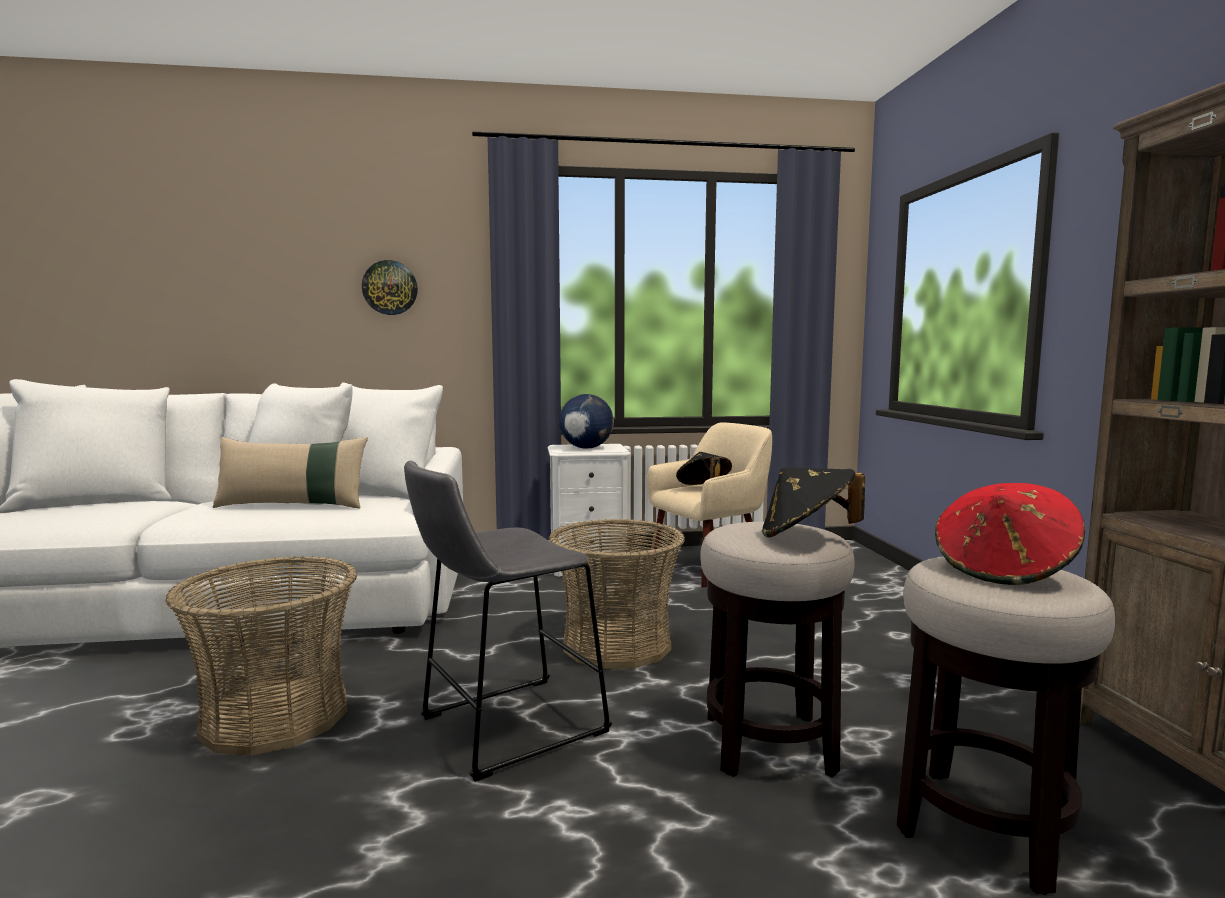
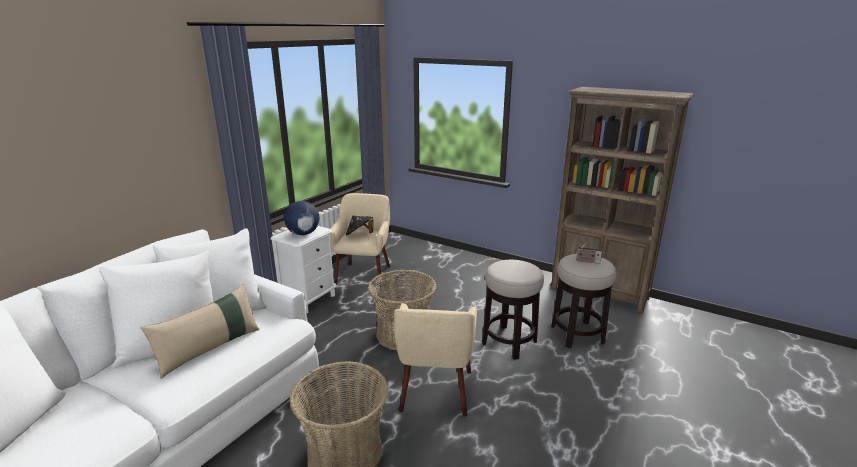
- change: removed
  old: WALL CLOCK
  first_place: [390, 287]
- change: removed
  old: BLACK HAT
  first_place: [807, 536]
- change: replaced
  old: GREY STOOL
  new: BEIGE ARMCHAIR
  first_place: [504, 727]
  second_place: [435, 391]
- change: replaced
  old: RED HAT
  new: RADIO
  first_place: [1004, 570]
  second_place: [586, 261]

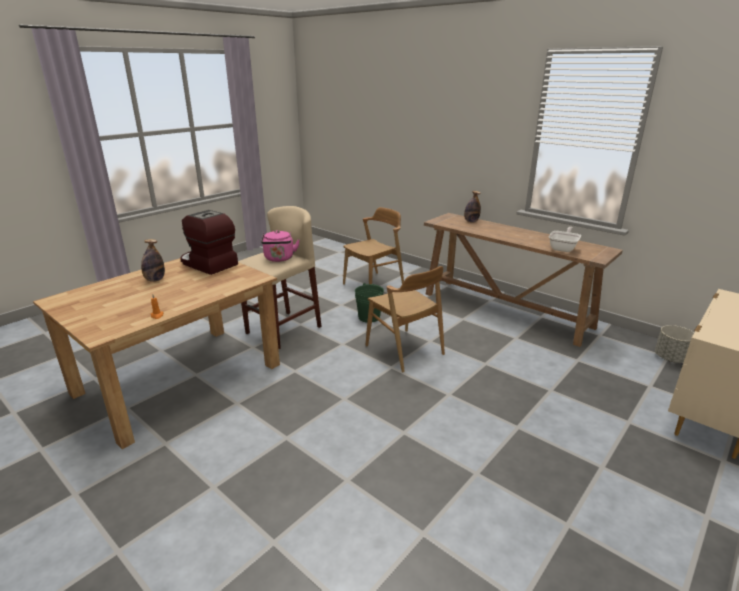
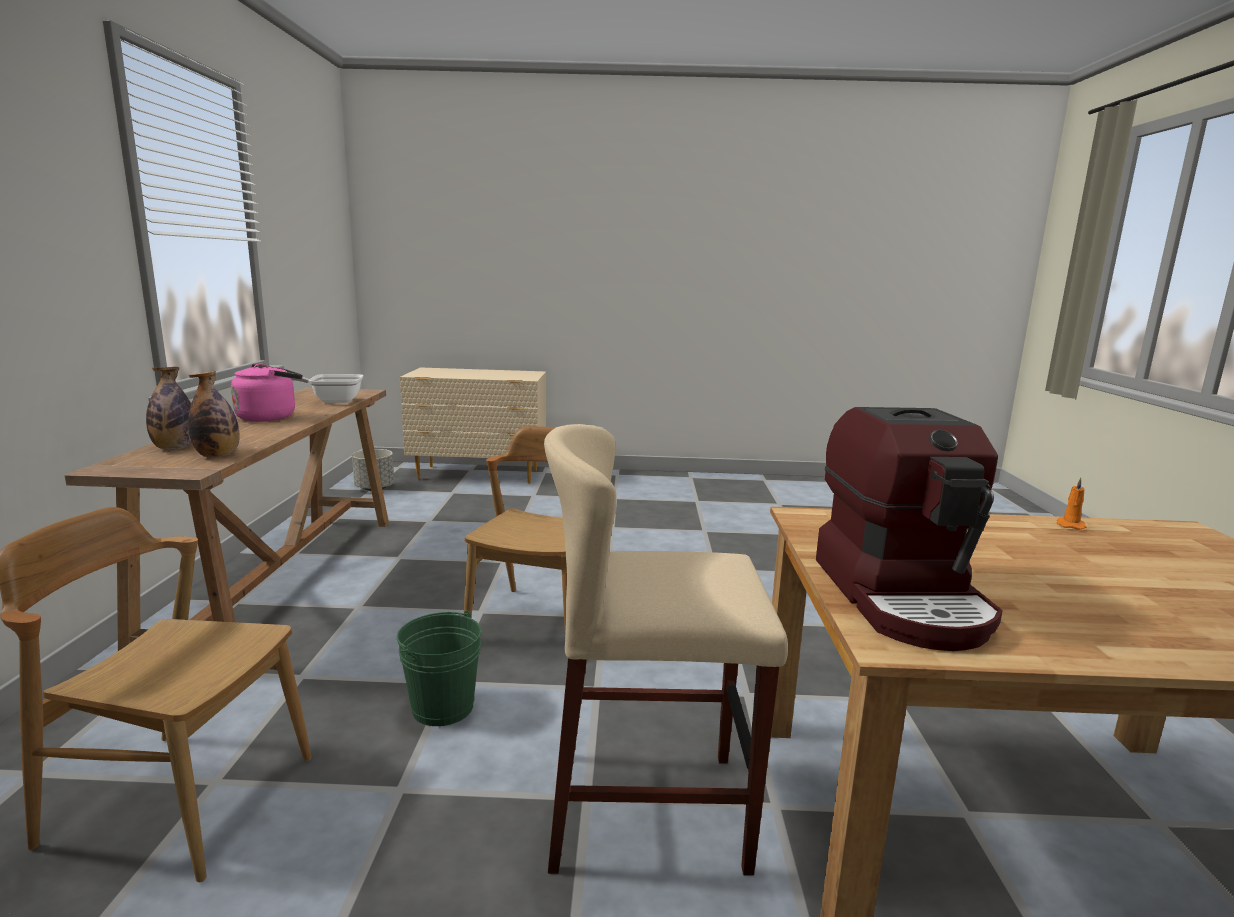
- change: moved
  old: BOTTLE
  first_place: [155, 280]
  second_place: [218, 456]
- change: moved
  old: PINK KETTLE
  first_place: [279, 259]
  second_place: [270, 417]

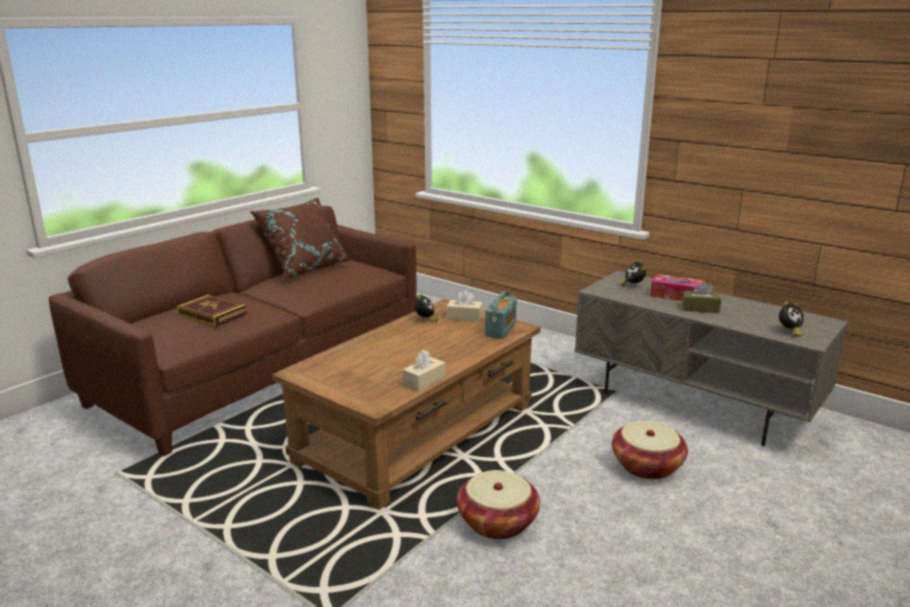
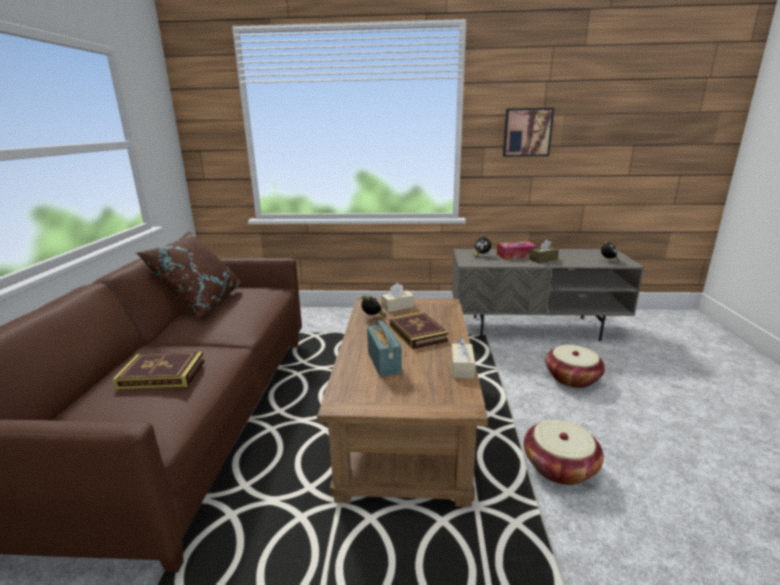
- change: added
  new: BOOK
  second_place: [417, 333]
- change: added
  new: PICTURE
  second_place: [527, 132]
- change: moved
  old: RADIO
  first_place: [501, 329]
  second_place: [384, 363]

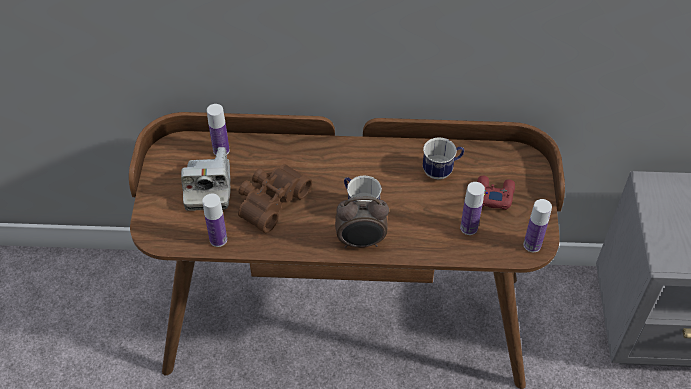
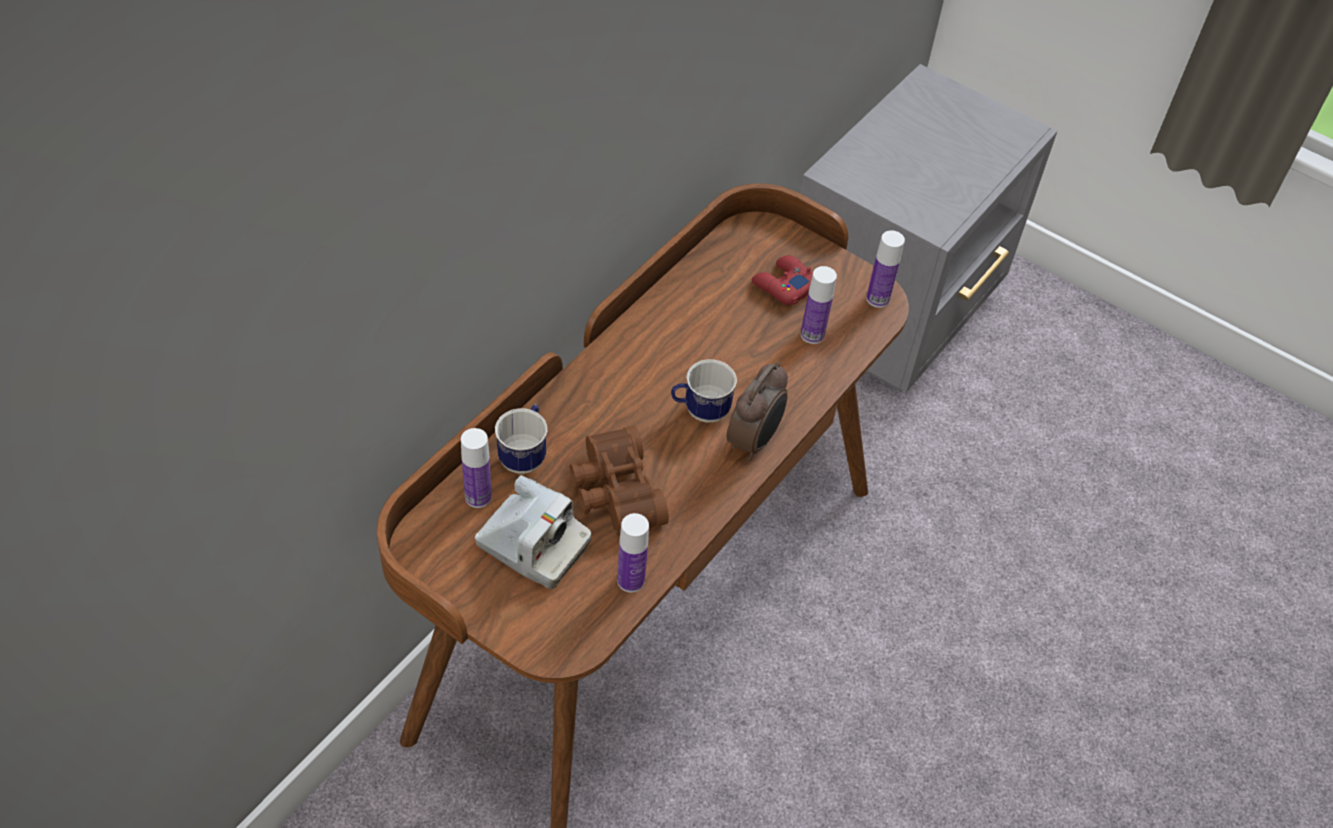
- change: moved
  old: MUG
  first_place: [441, 170]
  second_place: [525, 455]

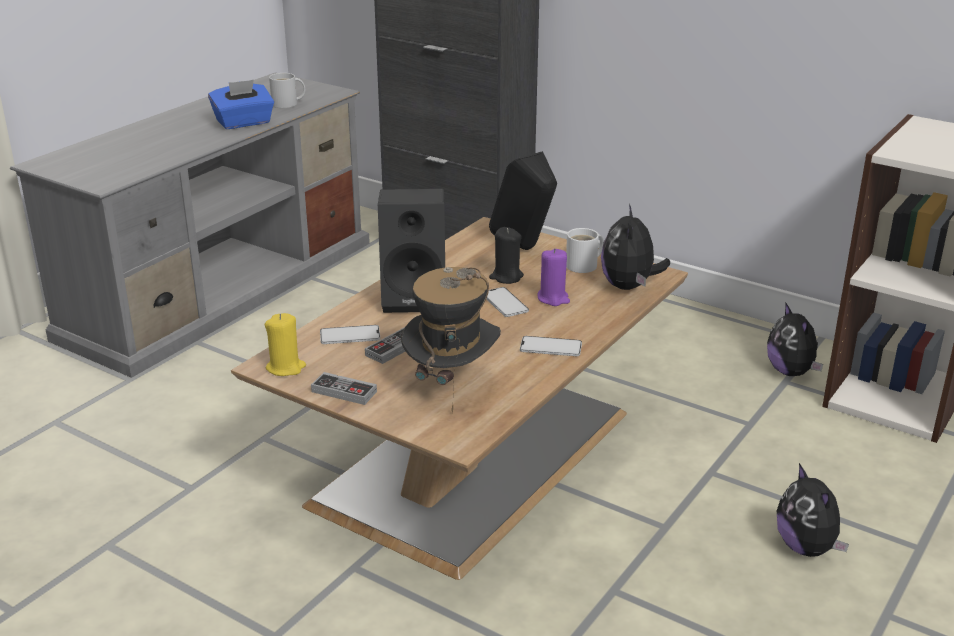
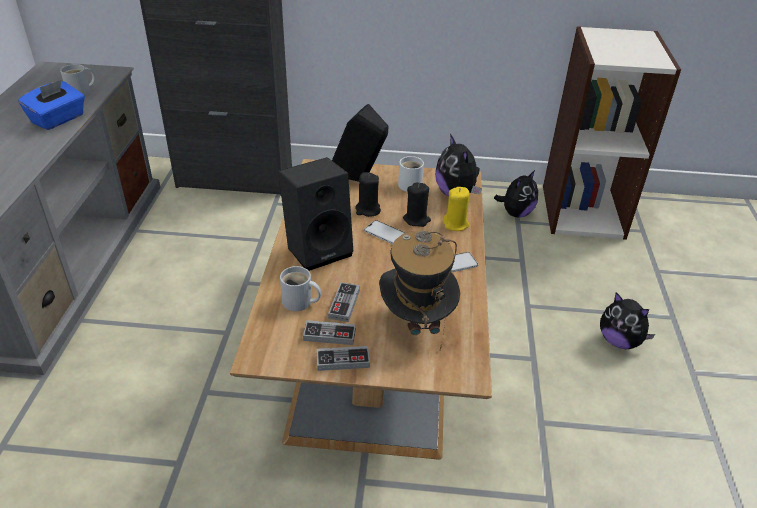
- change: added
  new: GAME CONTROLLER
  second_place: [329, 335]
- change: moved
  old: YELLOW CANDLE
  first_place: [286, 368]
  second_place: [456, 224]
- change: replaced
  old: PHONE
  new: WHITE MUG
  first_place: [350, 335]
  second_place: [299, 302]
- change: recoloured
  old: PURPLE CANDLE
  new: BLACK CANDLE
  first_place: [553, 298]
  second_place: [416, 220]
- change: turned
  old: PLUSH TOY
  first_place: [791, 372]
  second_place: [516, 213]
  degrees: -90

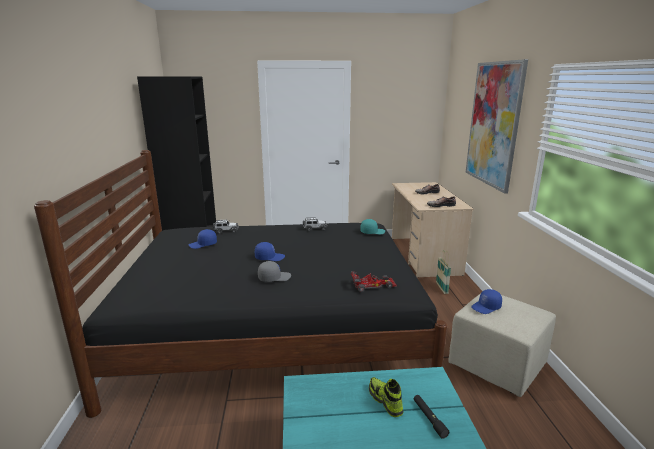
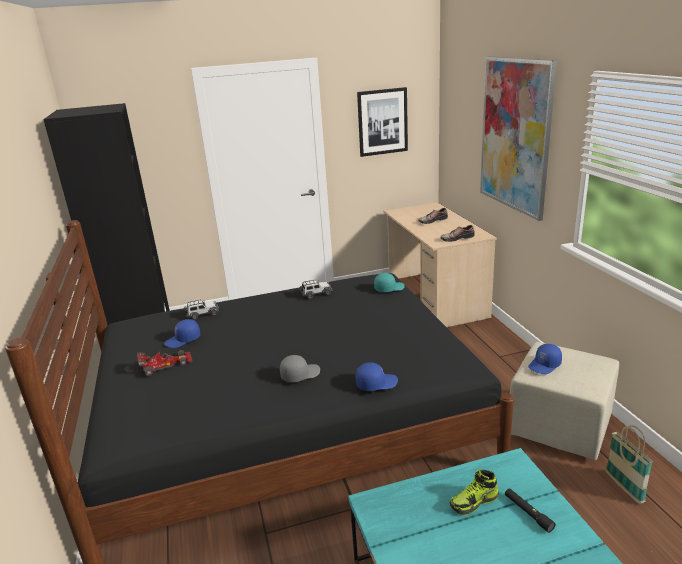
- change: added
  new: PICTURE
  second_place: [382, 122]
- change: moved
  old: BLUE CAP
  first_place: [269, 257]
  second_place: [376, 383]
- change: moved
  old: TOY CAR
  first_place: [373, 285]
  second_place: [166, 364]
- change: moved
  old: BASKET
  first_place: [441, 288]
  second_place: [624, 487]
- change: turned
  old: SHOE
  first_place: [385, 401]
  second_place: [474, 502]
  degrees: -75

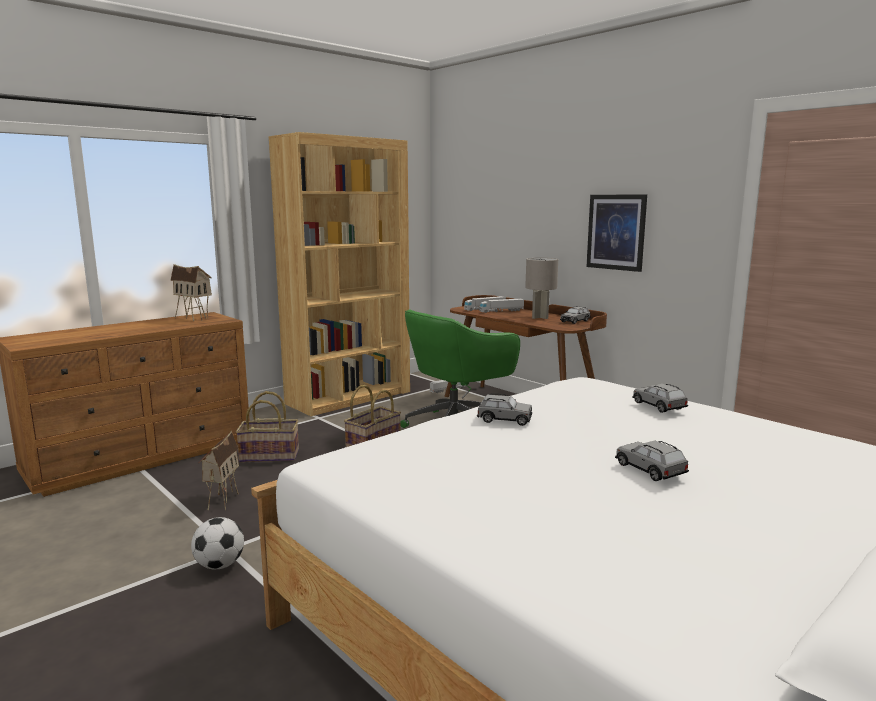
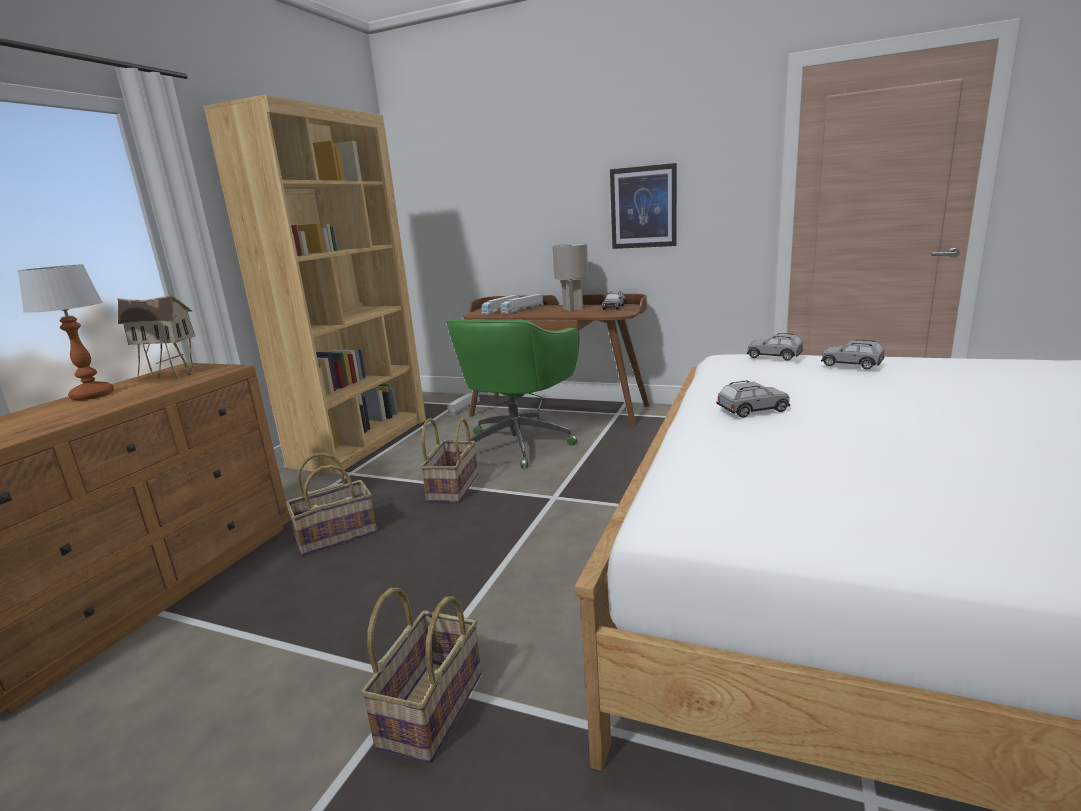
- change: removed
  old: TOY HOUSE
  first_place: [221, 500]
- change: added
  new: TABLE LAMP
  second_place: [92, 396]
- change: moved
  old: GREY TOY CAR
  first_place: [650, 470]
  second_place: [774, 356]
- change: replaced
  old: FOOTBALL
  new: BASKET
  first_place: [220, 565]
  second_place: [430, 708]

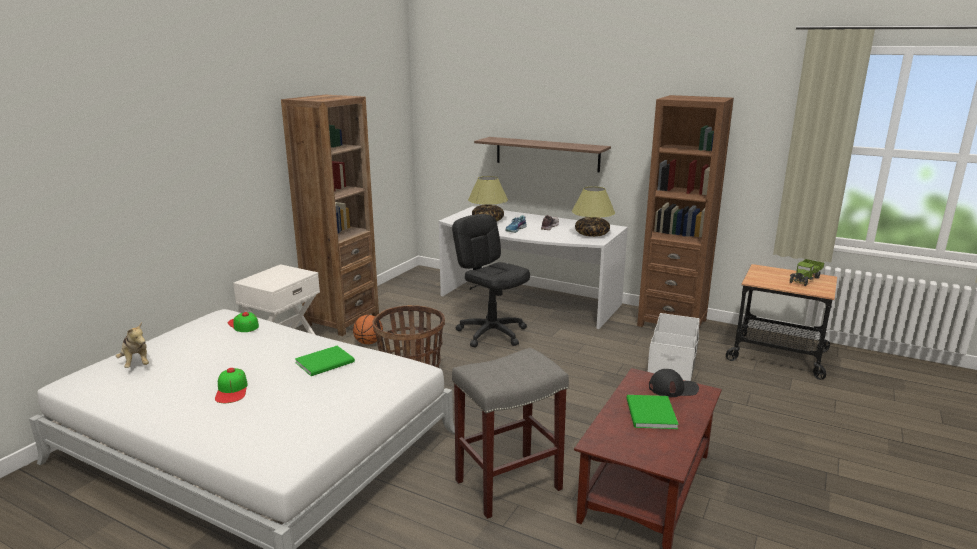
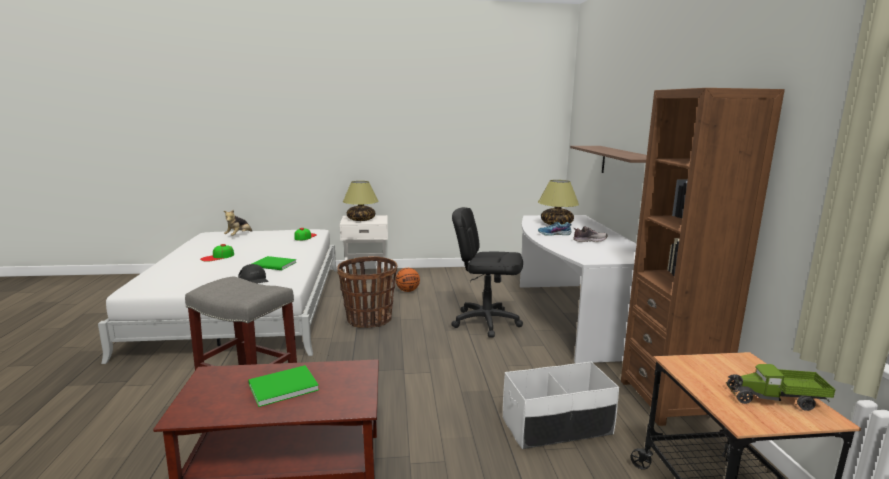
- change: removed
  old: BROWN BOOKCASE
  first_place: [342, 320]
- change: moved
  old: TABLE LAMP
  first_place: [591, 234]
  second_place: [361, 219]
- change: moved
  old: BLACK CAP
  first_place: [673, 388]
  second_place: [254, 280]
- change: turned
  old: BLACK OFFICE CHAIR
  first_place: [492, 333]
  second_place: [486, 322]
  degrees: -90

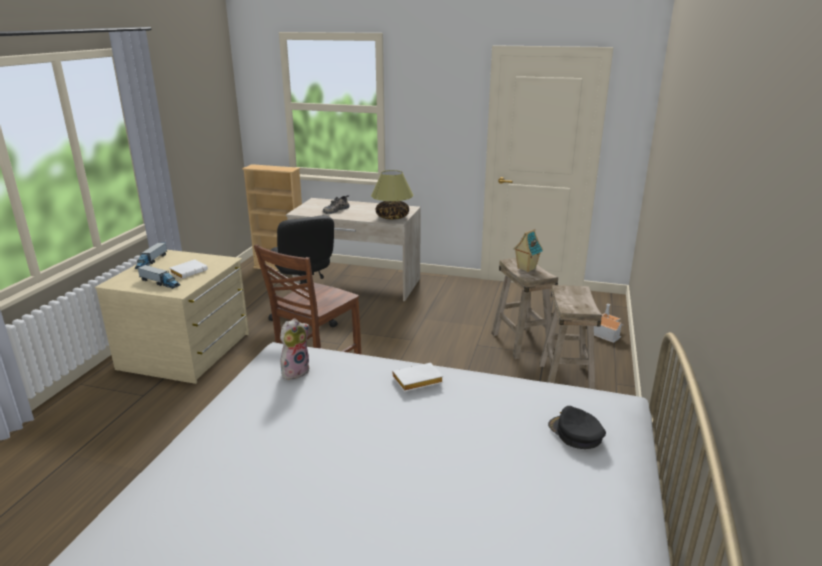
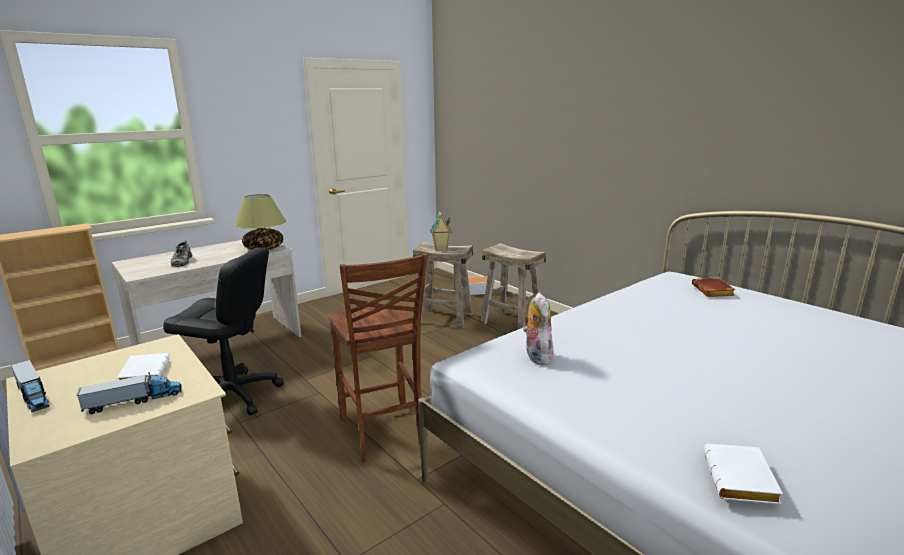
- change: moved
  old: WHITE BOOK
  first_place: [417, 382]
  second_place: [742, 481]
- change: replaced
  old: BLACK CAP
  new: BROWN BOOK
  first_place: [575, 433]
  second_place: [714, 291]

